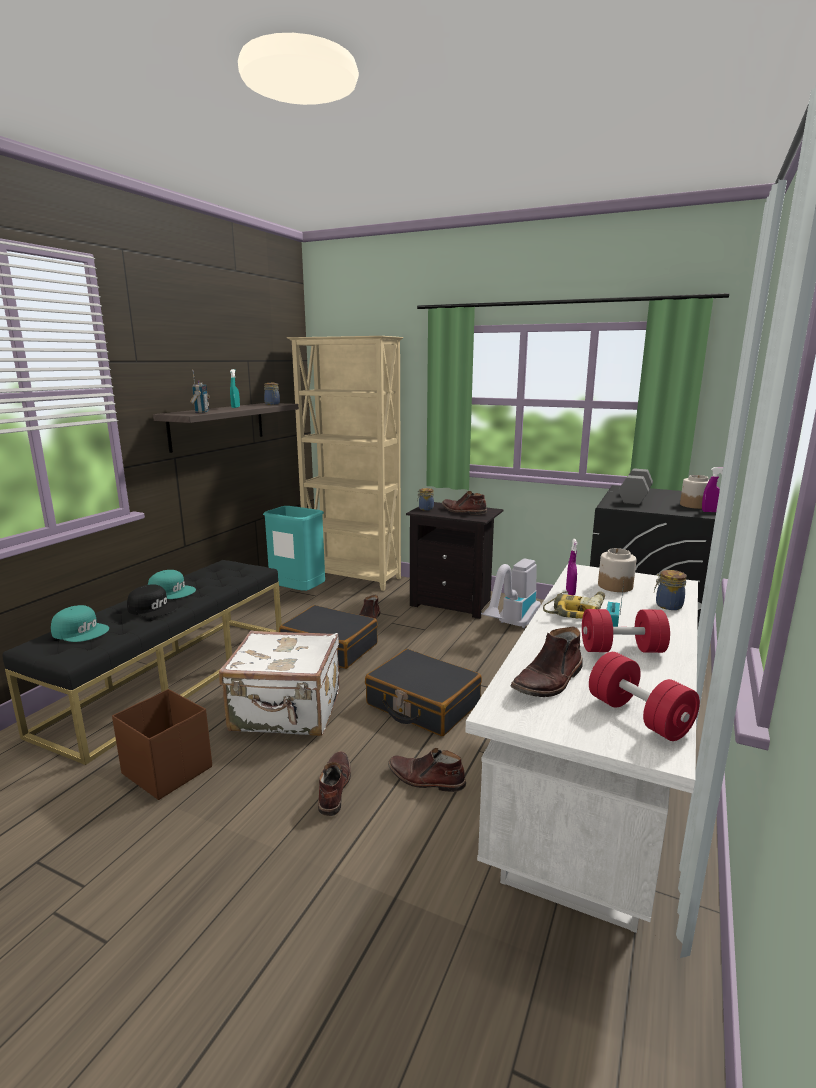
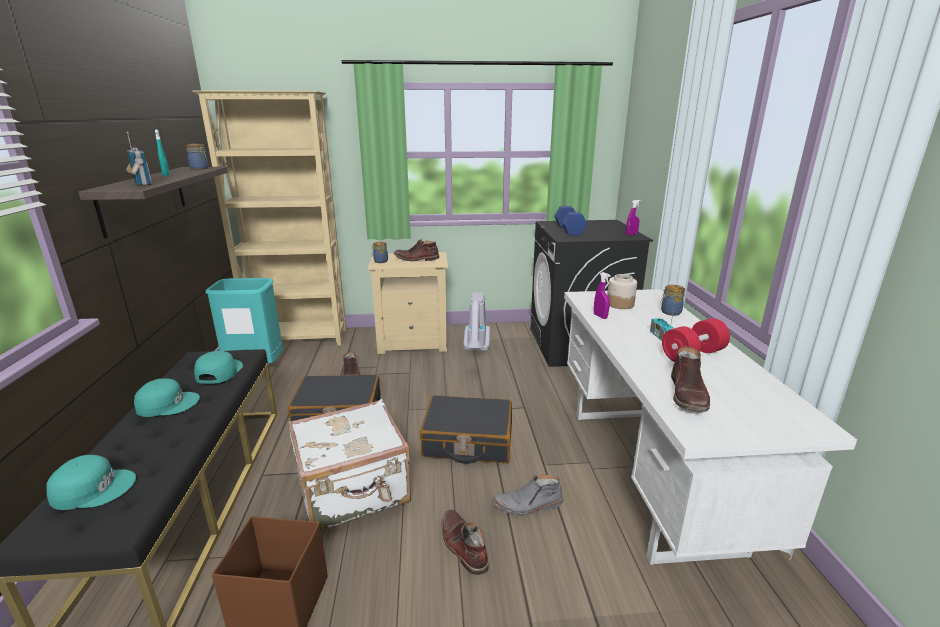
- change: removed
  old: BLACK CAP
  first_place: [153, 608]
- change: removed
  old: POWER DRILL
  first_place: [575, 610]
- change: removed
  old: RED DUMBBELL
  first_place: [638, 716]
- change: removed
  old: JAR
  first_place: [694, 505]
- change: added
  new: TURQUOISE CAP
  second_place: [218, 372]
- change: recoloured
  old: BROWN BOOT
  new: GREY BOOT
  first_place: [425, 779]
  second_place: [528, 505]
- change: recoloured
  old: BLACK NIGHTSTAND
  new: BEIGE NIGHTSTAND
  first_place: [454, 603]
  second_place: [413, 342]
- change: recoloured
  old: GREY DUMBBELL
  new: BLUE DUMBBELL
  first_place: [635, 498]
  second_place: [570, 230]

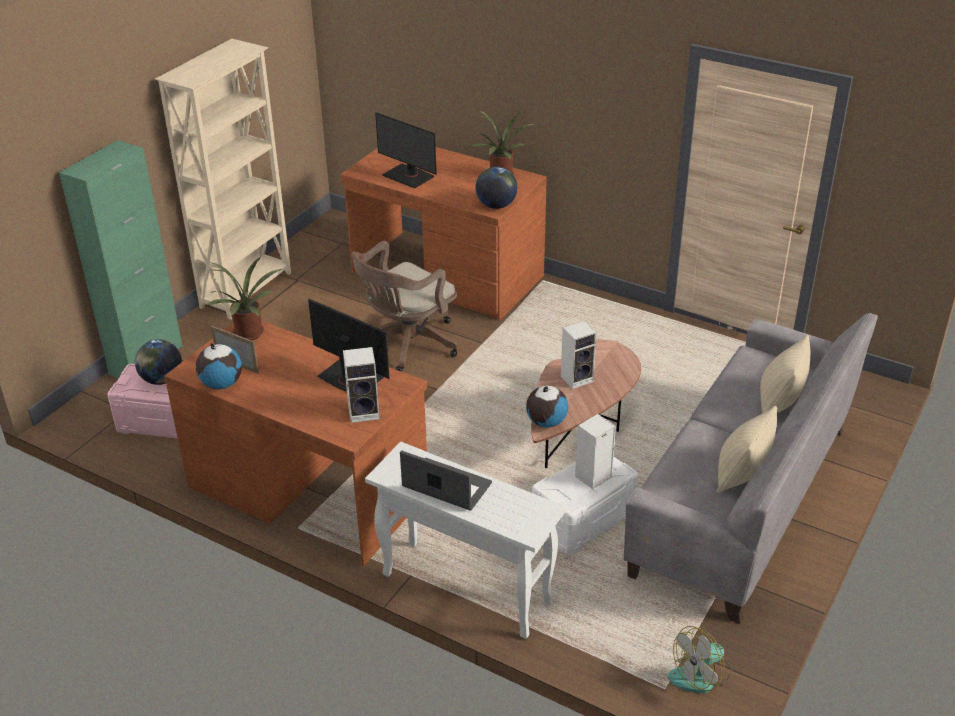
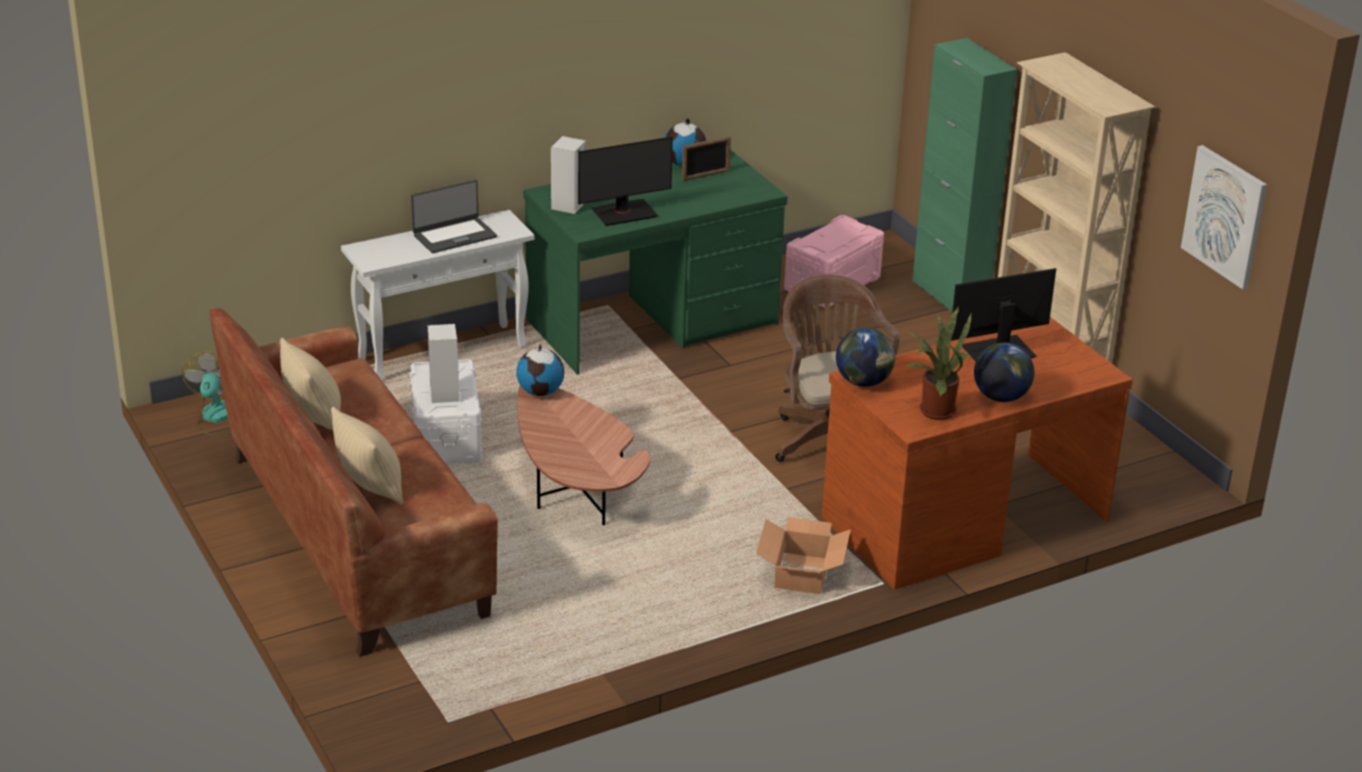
- change: removed
  old: POTTED PLANT
  first_place: [249, 335]
- change: removed
  old: SPEAKER
  first_place: [577, 378]
- change: added
  new: CARDBOARD BOX
  second_place: [802, 573]
- change: added
  new: PICTURE
  second_place: [1225, 216]
- change: moved
  old: GLOBE
  first_place: [161, 380]
  second_place: [1001, 397]
- change: recoloured
  old: BROWN DESK
  new: GREEN DESK
  first_place: [308, 488]
  second_place: [654, 323]
- change: recoloured
  old: GREY SOFA
  new: BROWN SOFA
  first_place: [742, 499]
  second_place: [356, 534]

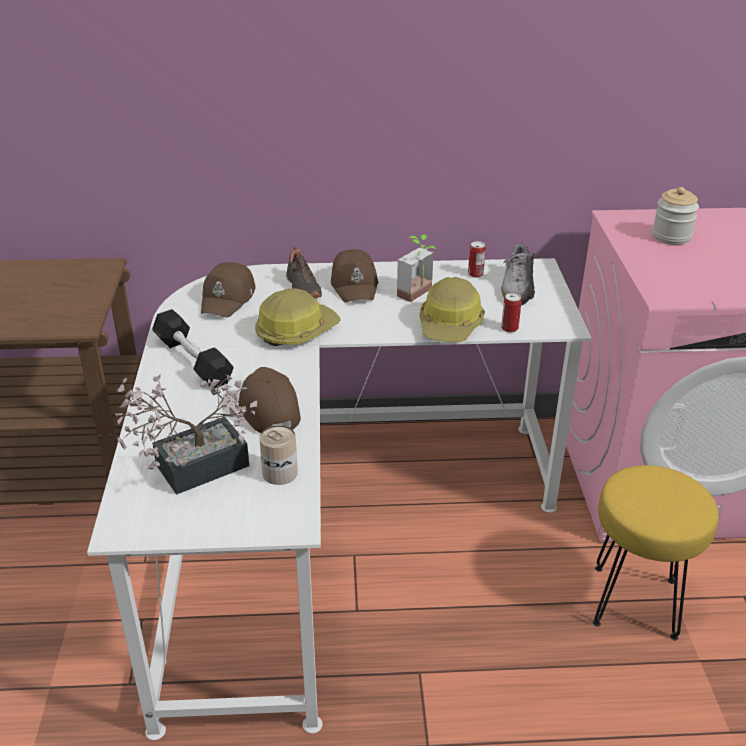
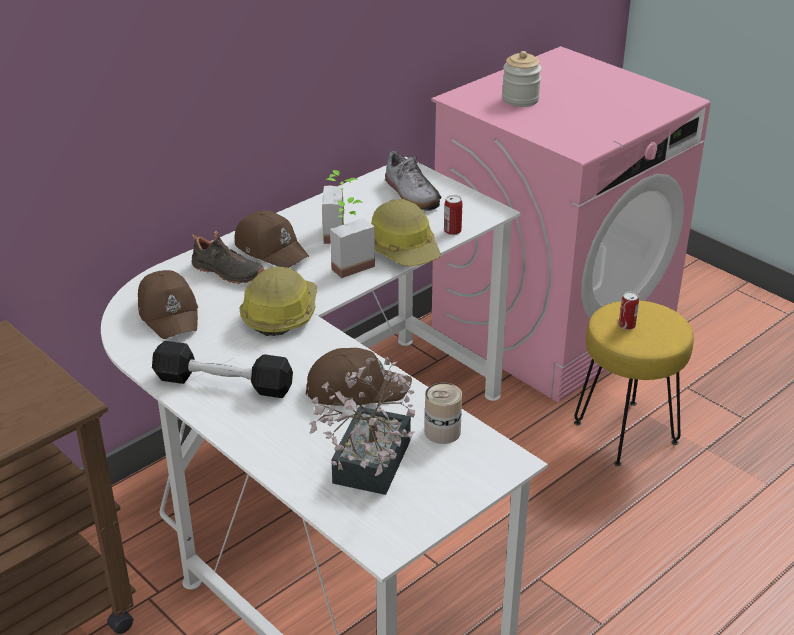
- change: added
  new: POTTED PLANT
  second_place: [348, 264]
- change: moved
  old: CAN
  first_place: [475, 274]
  second_place: [626, 325]
- change: turned
  old: BROWN CAP
  first_place: [267, 409]
  second_place: [356, 389]
  degrees: 150

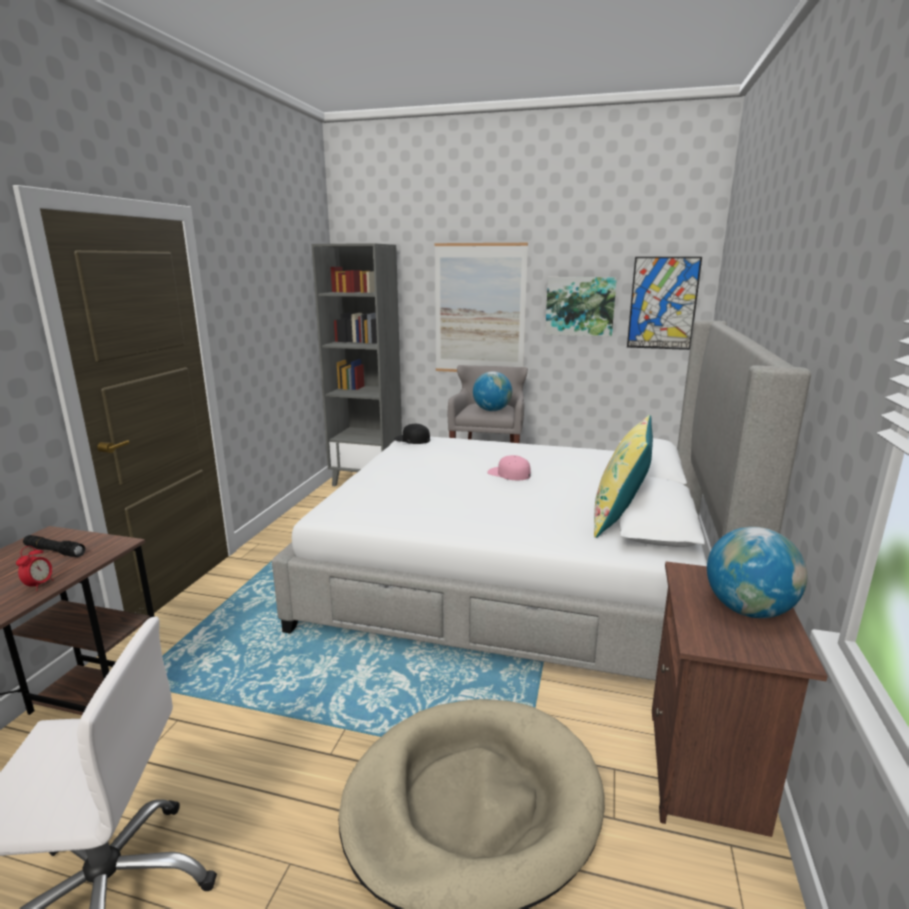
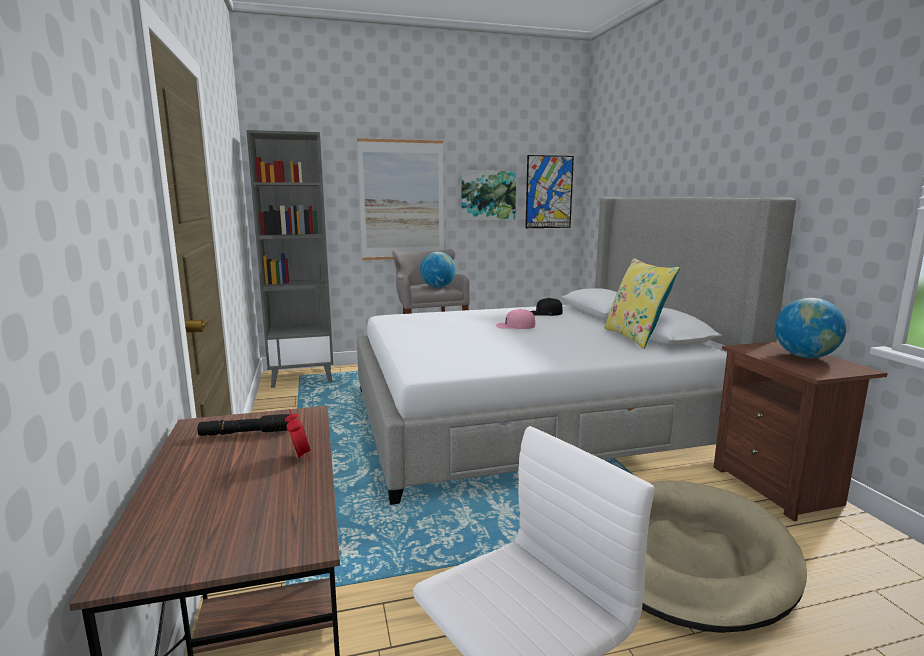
- change: moved
  old: BLACK CAP
  first_place: [412, 439]
  second_place: [544, 313]

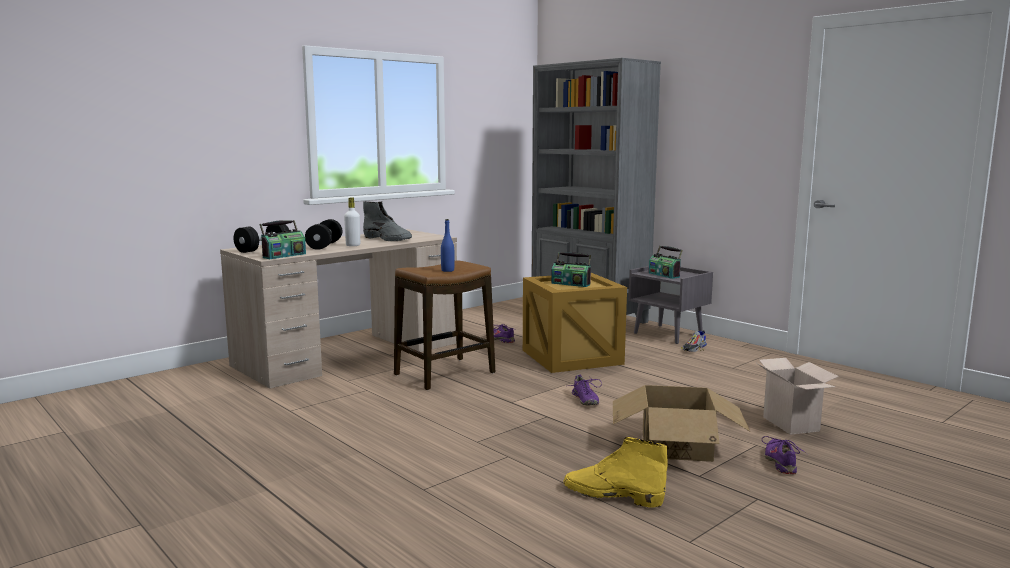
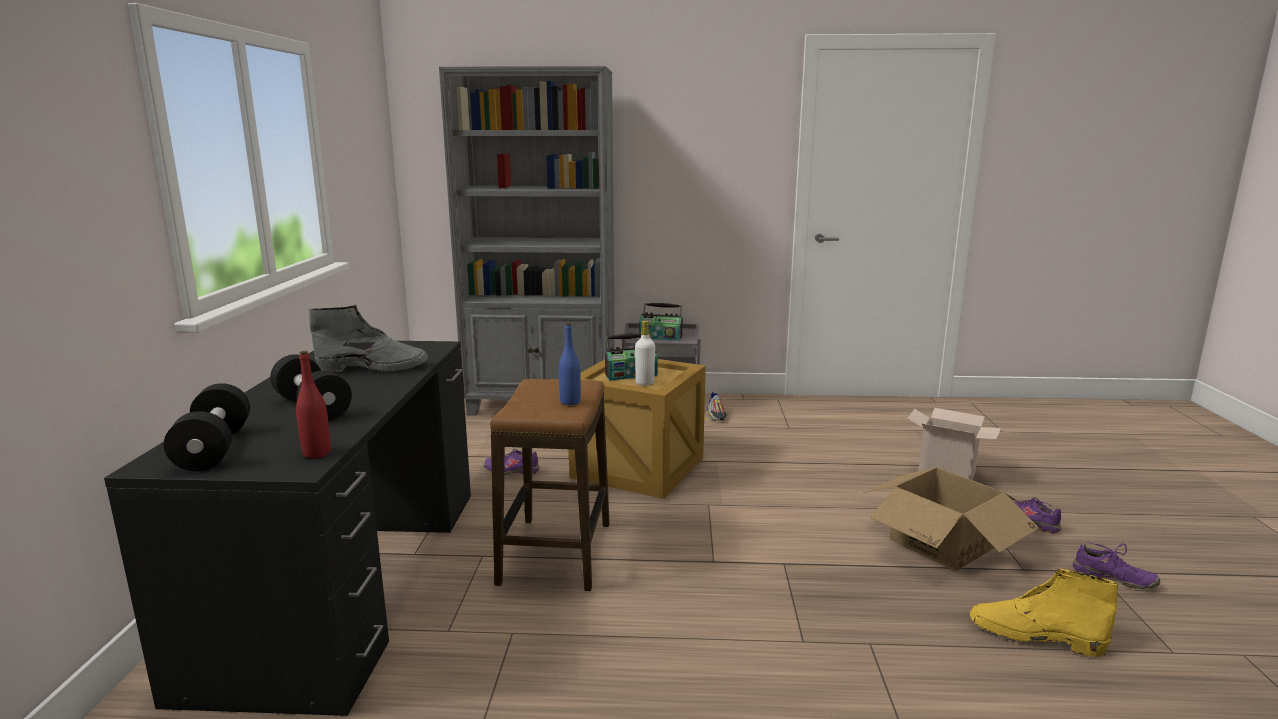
- change: moved
  old: WHITE BOTTLE
  first_place: [353, 245]
  second_place: [645, 383]
- change: moved
  old: PURPLE SHOE
  first_place: [584, 400]
  second_place: [1113, 579]
- change: replaced
  old: RADIO
  new: RED BOTTLE
  first_place: [284, 255]
  second_place: [317, 453]
- change: recoloured
  old: BEIGE DESK
  new: BLACK DESK
  first_place: [350, 354]
  second_place: [350, 578]
- change: turned
  old: YELLOW BOOT
  first_place: [611, 495]
  second_place: [1034, 636]
  degrees: 45

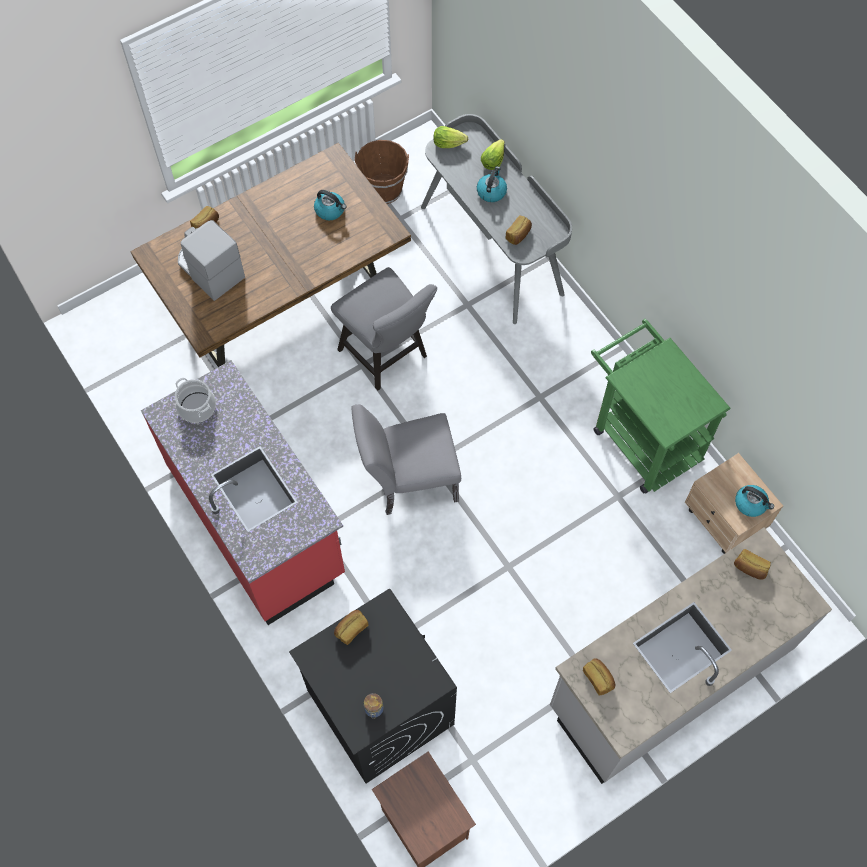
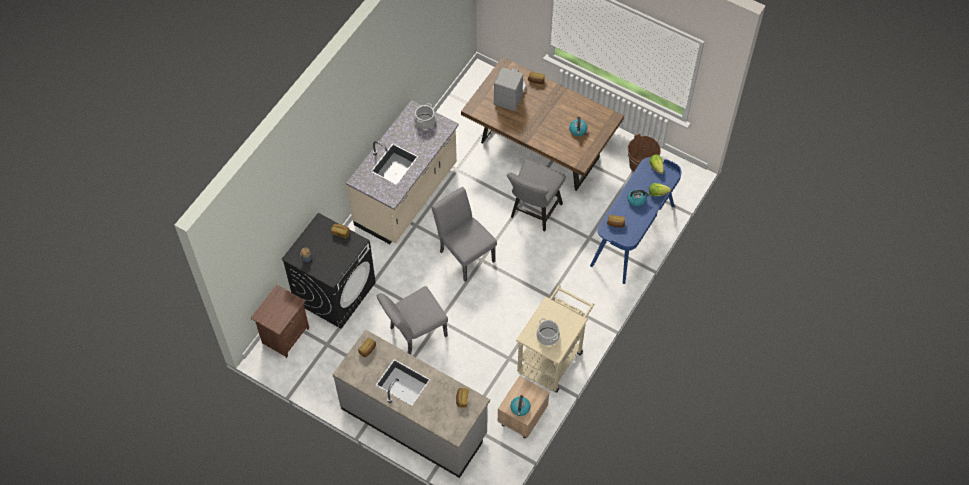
- change: added
  new: GREY CHAIR
  second_place: [414, 333]
- change: added
  new: COOKING POT
  second_place: [547, 336]
- change: recoloured
  old: RED COUNTER
  new: BEIGE COUNTER
  first_place: [258, 521]
  second_place: [407, 196]
- change: recoloured
  old: GREY DESK
  new: BLUE DESK
  first_place: [492, 249]
  second_place: [633, 236]
- change: recoloured
  old: GREEN CART
  new: BEIGE CART
  first_place: [641, 436]
  second_place: [552, 357]

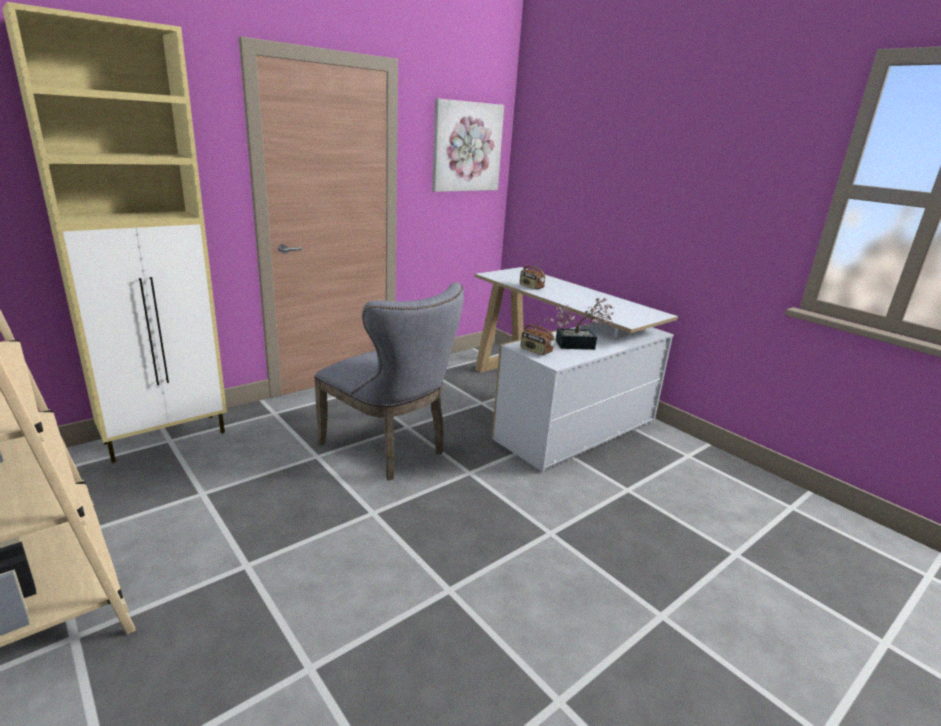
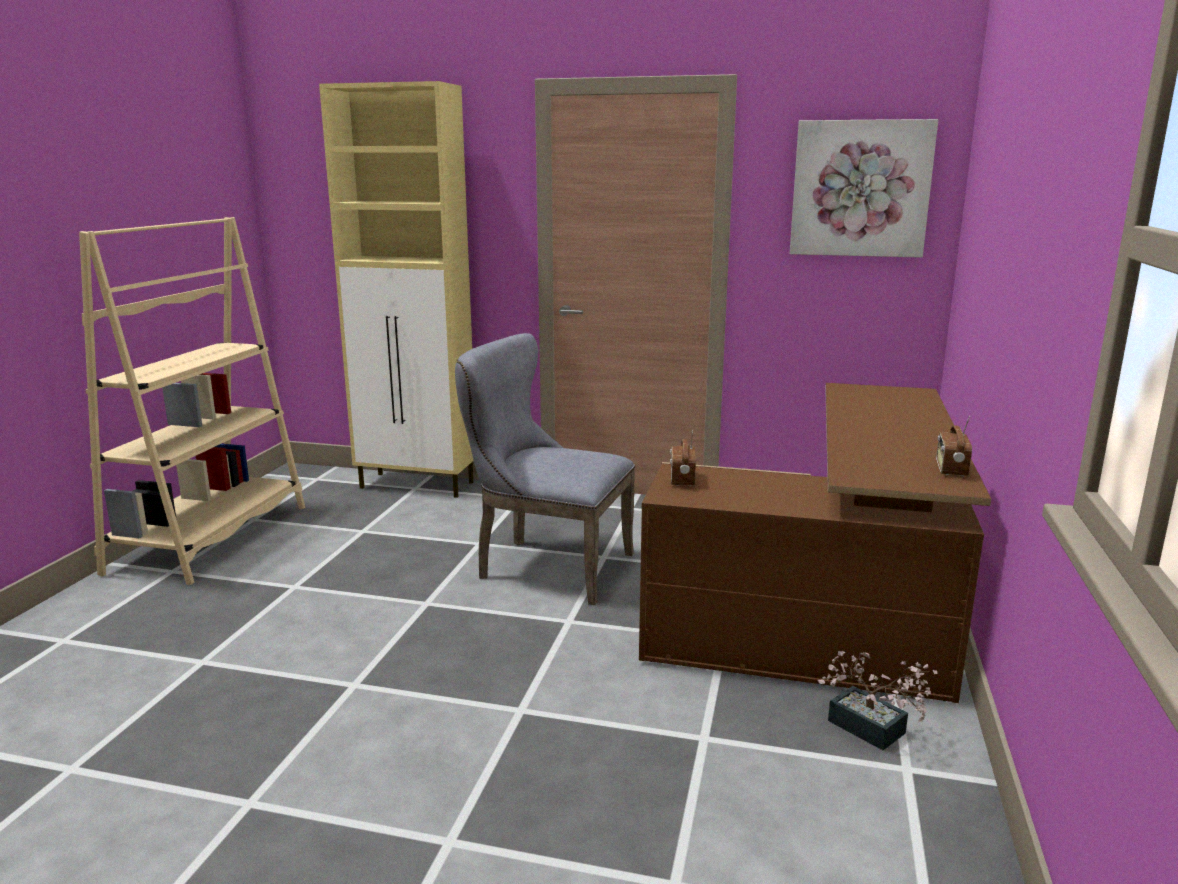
- change: moved
  old: RADIO
  first_place: [531, 287]
  second_place: [950, 469]
- change: moved
  old: POTTED PLANT
  first_place: [580, 345]
  second_place: [873, 731]
- change: recoloured
  old: WHITE DESK
  new: BROWN DESK
  first_place: [553, 405]
  second_place: [833, 614]
- change: turned
  old: GREY CHAIR
  first_place: [390, 449]
  second_place: [545, 566]
  degrees: 105

